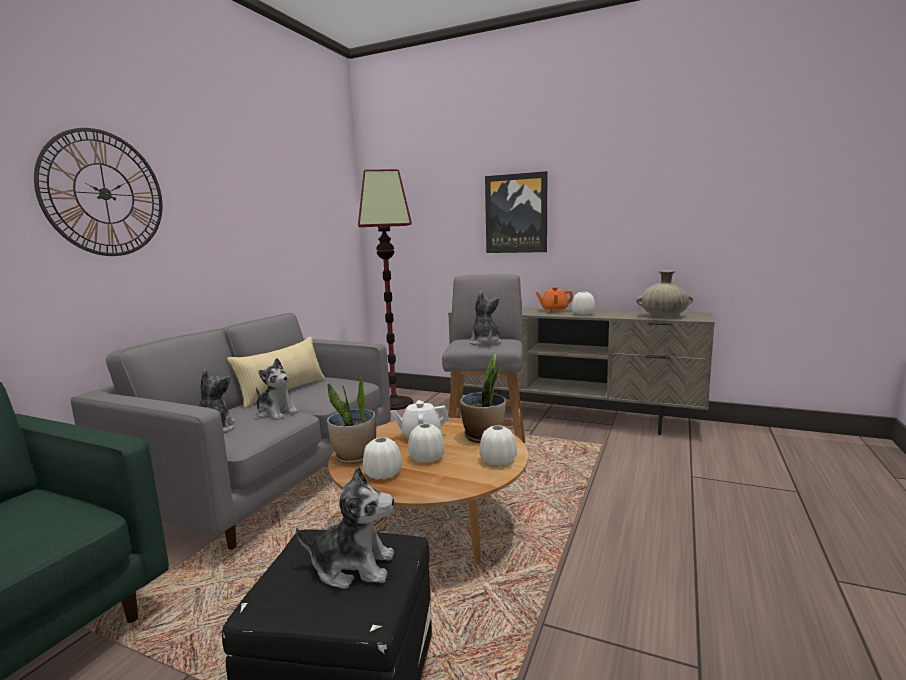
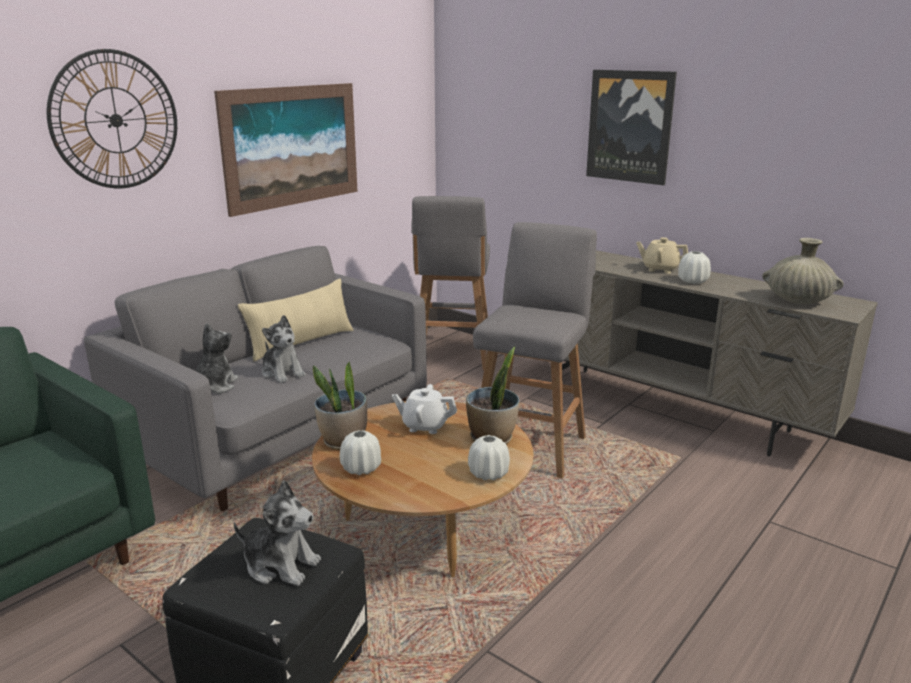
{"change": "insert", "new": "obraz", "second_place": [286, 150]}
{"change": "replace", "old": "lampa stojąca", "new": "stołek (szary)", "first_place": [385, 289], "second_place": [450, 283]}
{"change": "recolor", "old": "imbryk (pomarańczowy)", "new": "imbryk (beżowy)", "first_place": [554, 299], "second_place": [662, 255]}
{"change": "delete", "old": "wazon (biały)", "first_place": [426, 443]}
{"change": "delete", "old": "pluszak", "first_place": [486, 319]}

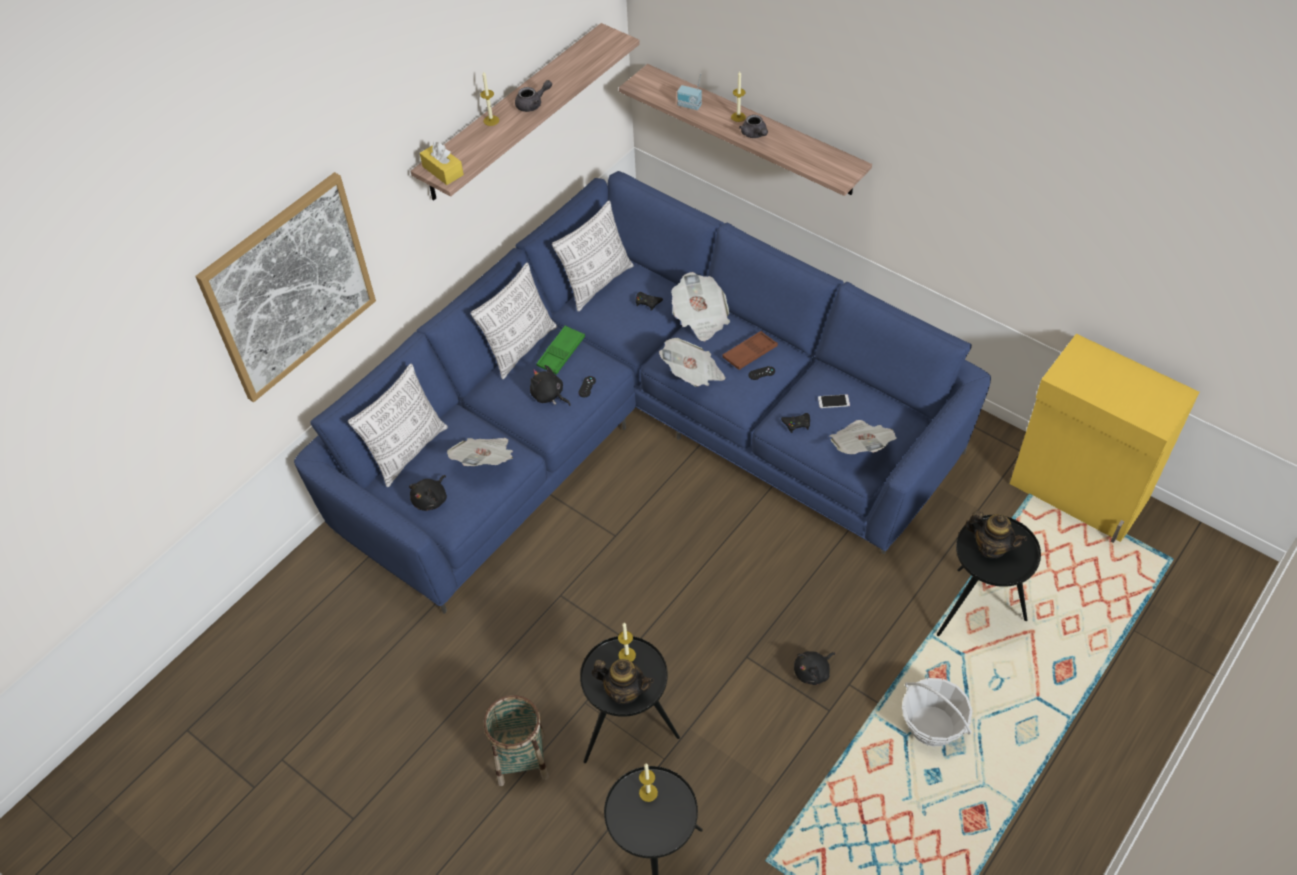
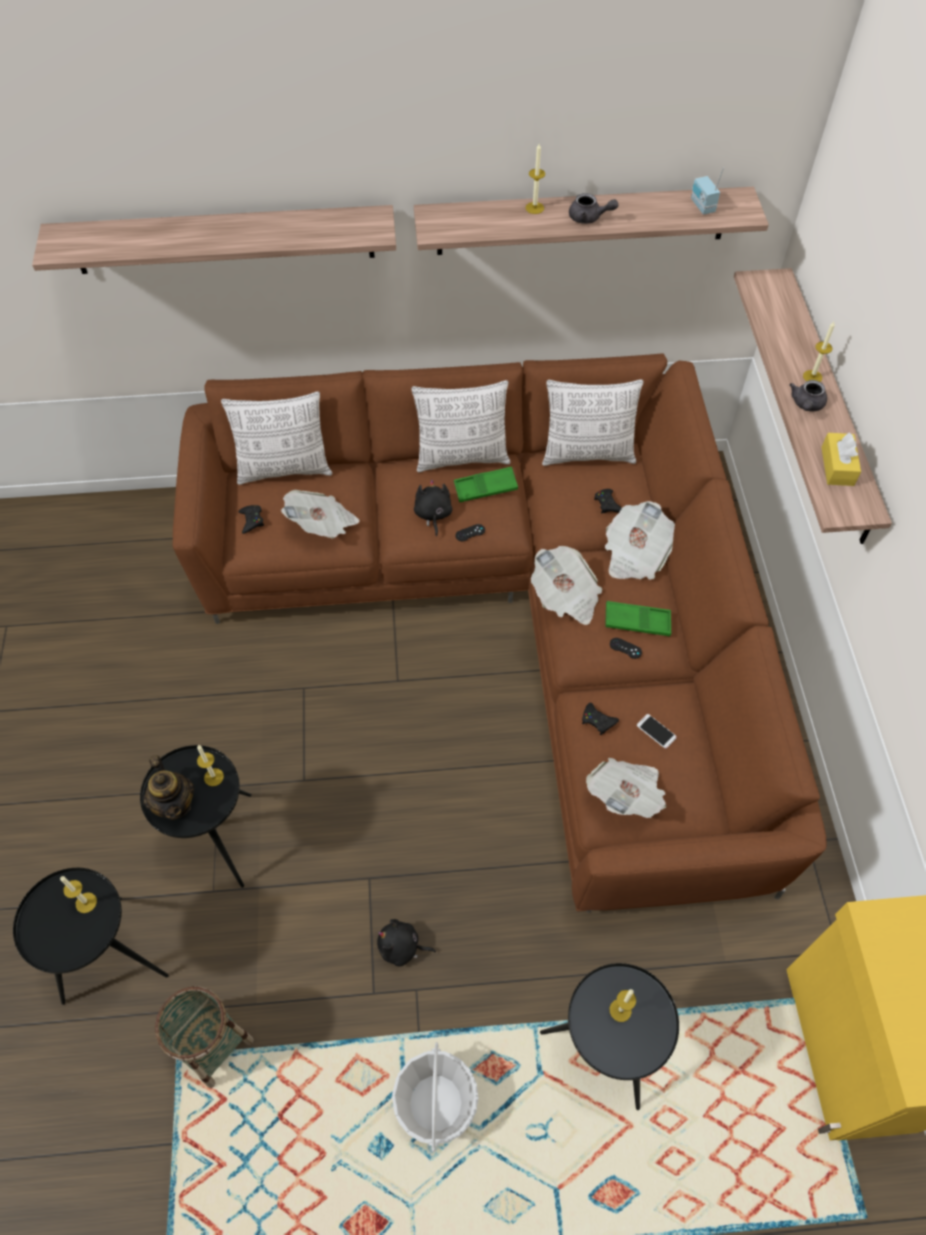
{"change": "replace", "old": "obraz", "new": "półka", "first_place": [285, 287], "second_place": [214, 239]}
{"change": "move", "old": "koszyk", "first_place": [516, 740], "second_place": [204, 1037]}
{"change": "recolor", "old": "kanapa (niebieski)", "new": "kanapa (brązowy)", "first_place": [642, 392], "second_place": [500, 633]}
{"change": "replace", "old": "pluszak (czarny)", "new": "pad do gier (czarny)", "first_place": [428, 493], "second_place": [251, 519]}
{"change": "recolor", "old": "taca (brązowy)", "new": "taca (zielony)", "first_place": [750, 350], "second_place": [638, 618]}
{"change": "replace", "old": "imbryk", "new": "świeca", "first_place": [996, 535], "second_place": [623, 1005]}
{"change": "move", "old": "radio", "first_place": [689, 91], "second_place": [707, 191]}
{"change": "move", "old": "pudełko chusteczek (żółty)", "first_place": [442, 163], "second_place": [841, 459]}

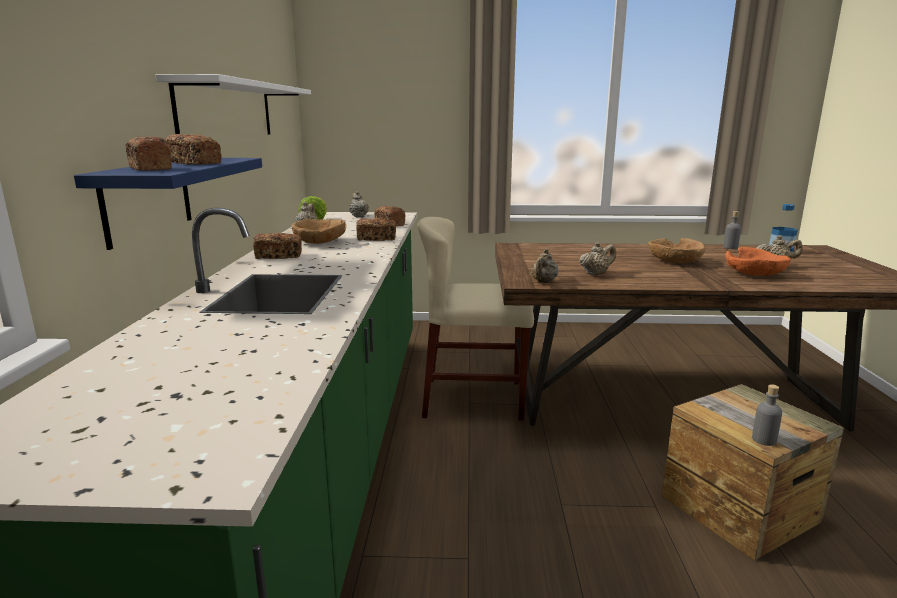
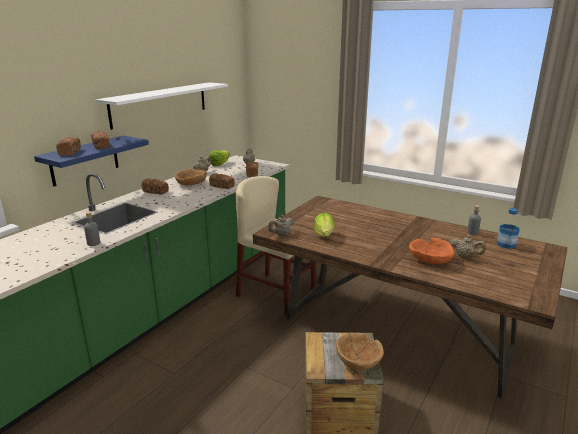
{"change": "move", "old": "butelka (szary)", "first_place": [767, 415], "second_place": [92, 229]}
{"change": "replace", "old": "imbryk (beżowy)", "new": "sałata", "first_place": [597, 258], "second_place": [324, 224]}
{"change": "move", "old": "miska (brązowy)", "first_place": [677, 250], "second_place": [360, 351]}

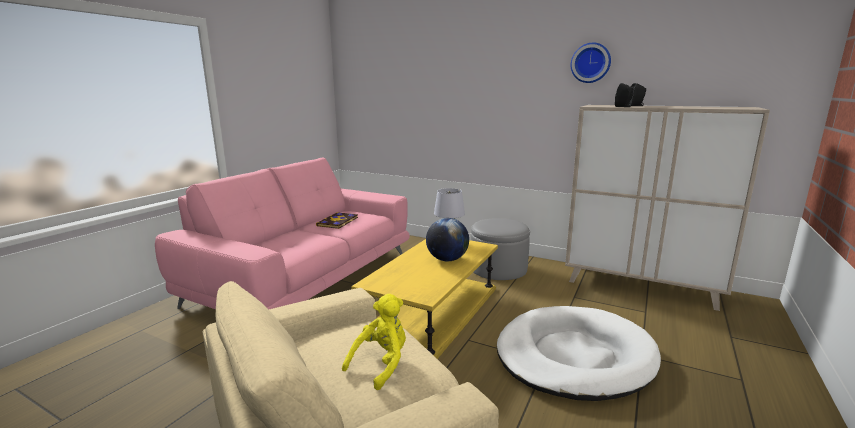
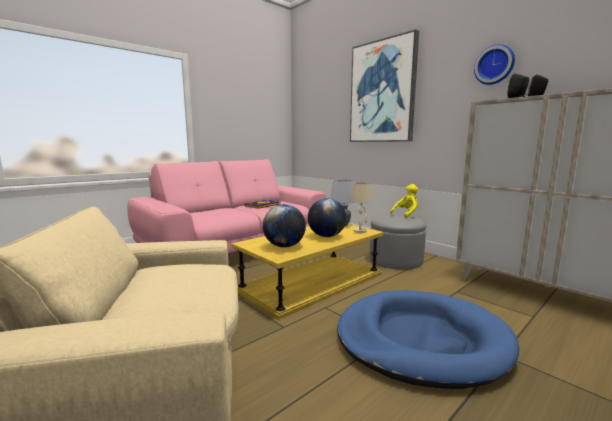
{"change": "insert", "new": "globus", "second_place": [284, 226]}
{"change": "recolor", "old": "legowisko (biały)", "new": "legowisko (niebieski)", "first_place": [579, 353], "second_place": [428, 339]}
{"change": "insert", "new": "obraz", "second_place": [384, 85]}
{"change": "insert", "new": "lampa stołowa (beżowy)", "second_place": [361, 207]}
{"change": "move", "old": "pluszak (żółty)", "first_place": [374, 342], "second_place": [404, 201]}

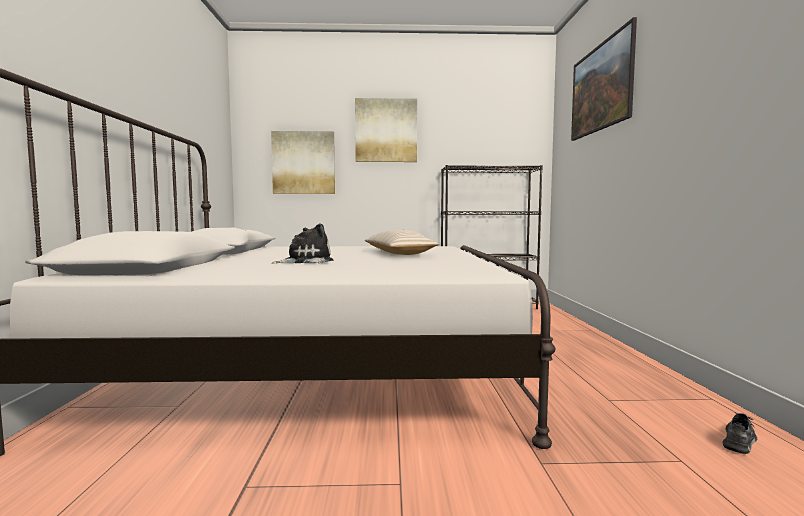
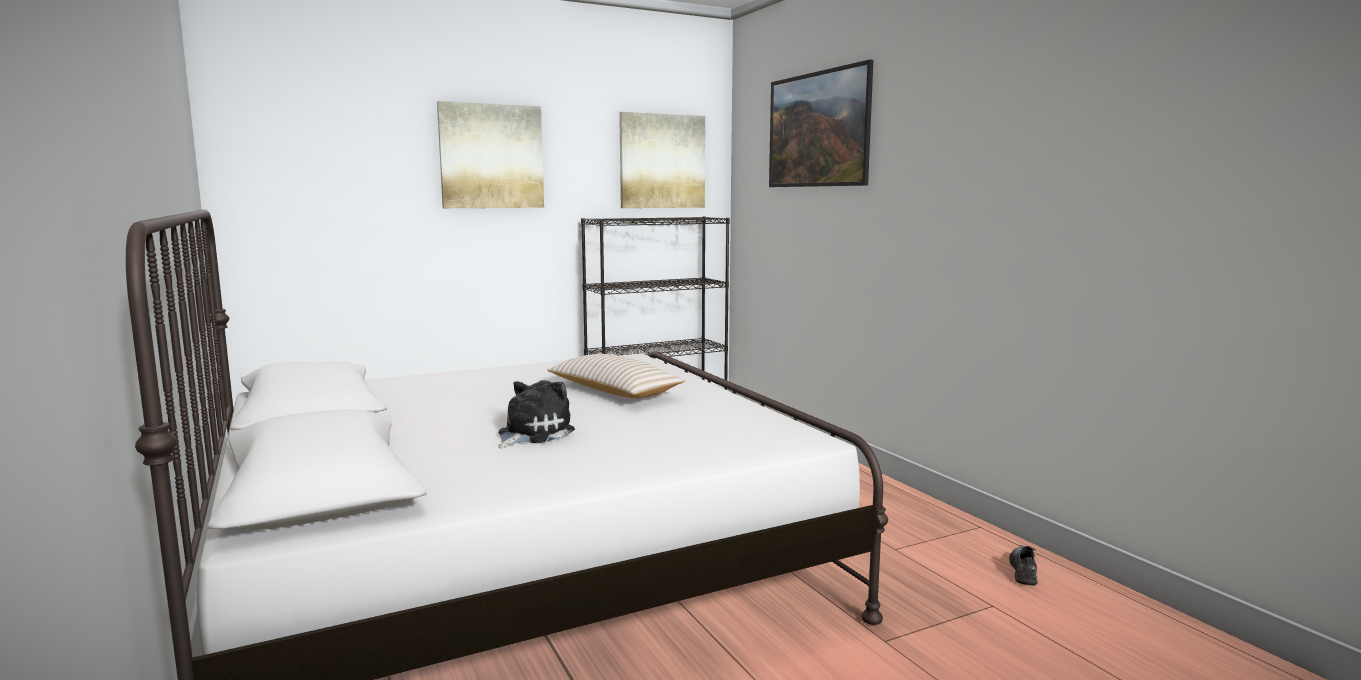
{"change": "move", "old": "obraz", "first_place": [303, 162], "second_place": [662, 160]}

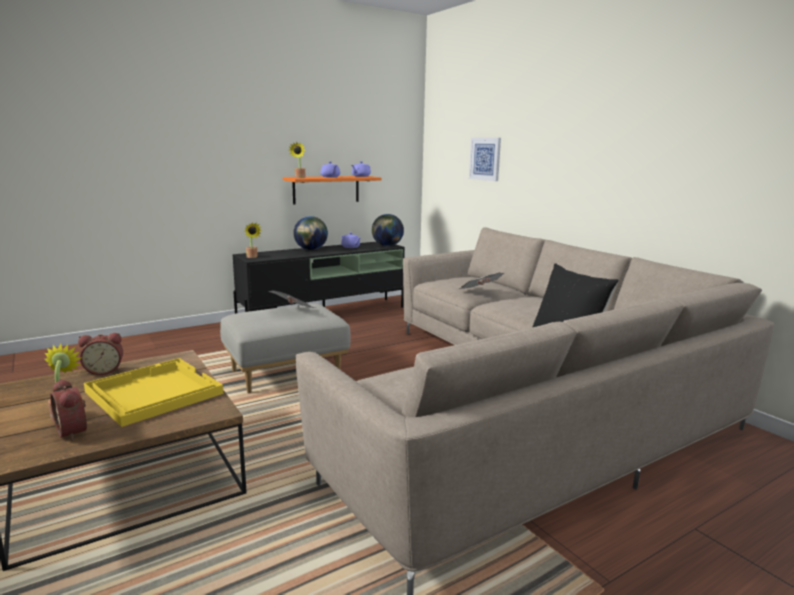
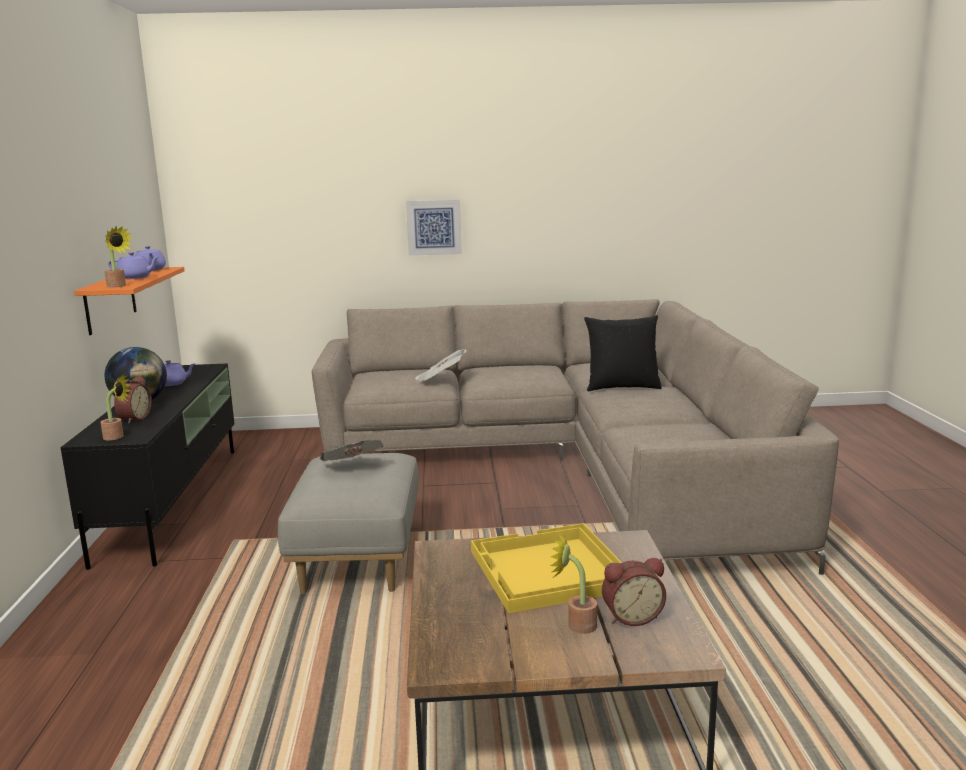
{"change": "move", "old": "budzik", "first_place": [100, 354], "second_place": [133, 400]}
{"change": "move", "old": "obraz", "first_place": [485, 159], "second_place": [434, 228]}
{"change": "delete", "old": "globus", "first_place": [388, 230]}

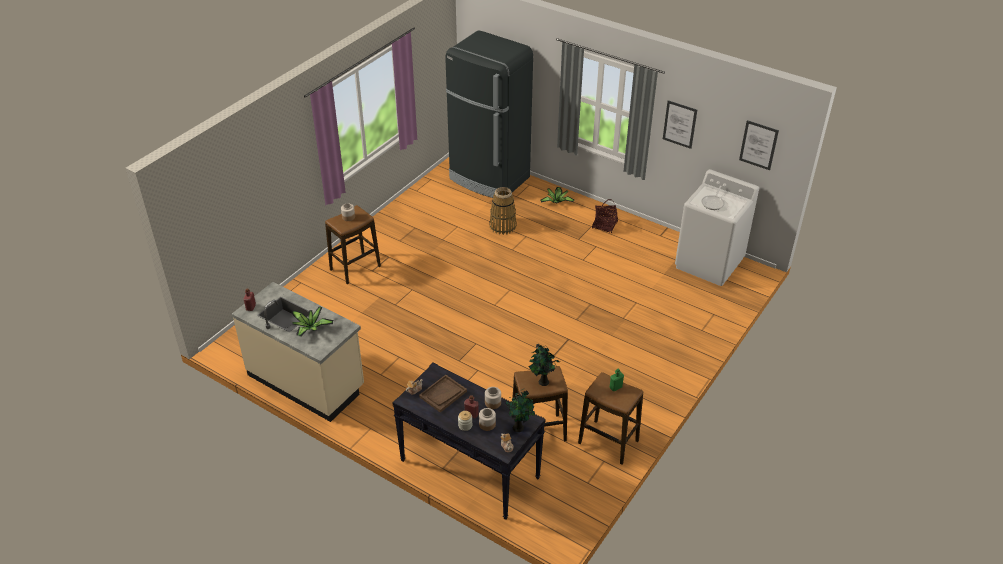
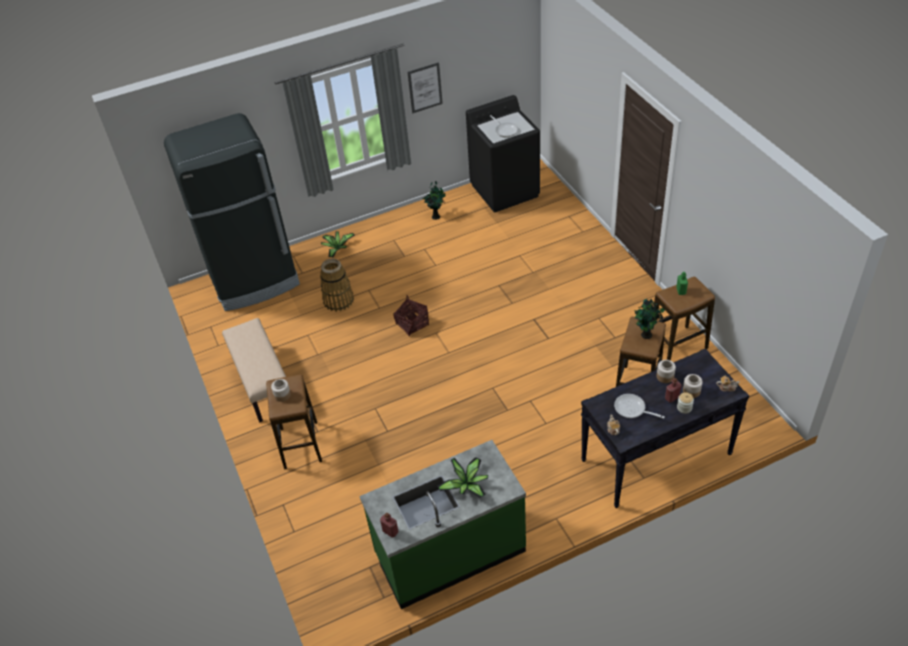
{"change": "insert", "new": "ławka (beżowy)", "second_place": [254, 370]}
{"change": "recolor", "old": "zabudowa kuchenna (beżowy)", "new": "zabudowa kuchenna (zielony)", "first_place": [298, 352], "second_place": [442, 524]}
{"change": "move", "old": "koszyk", "first_place": [605, 216], "second_place": [411, 316]}
{"change": "move", "old": "roślina doniczkowa", "first_place": [520, 410], "second_place": [434, 201]}
{"change": "recolor", "old": "pralka (biały)", "new": "pralka (czarny)", "first_place": [717, 227], "second_place": [503, 153]}
{"change": "replace", "old": "taca (brązowy)", "new": "patelnia", "first_place": [443, 394], "second_place": [639, 406]}
{"change": "delete", "old": "obraz", "first_place": [759, 145]}

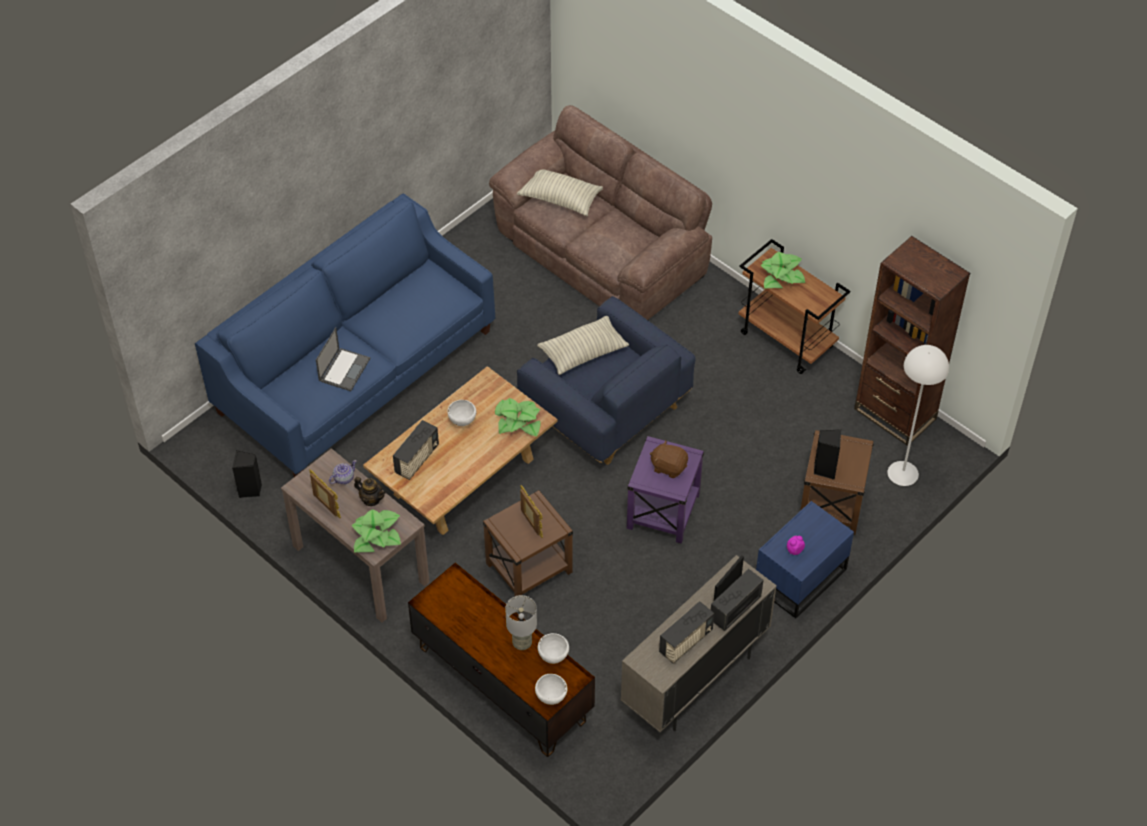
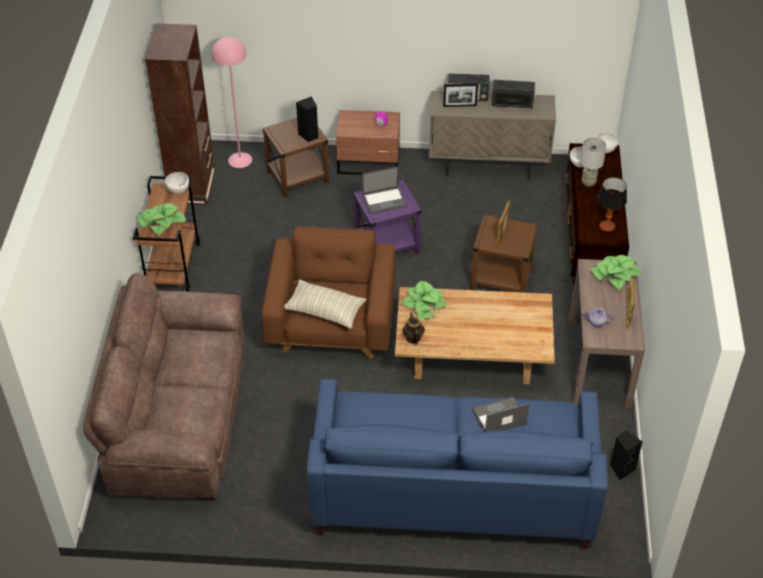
{"change": "move", "old": "miska (biały)", "first_place": [461, 413], "second_place": [177, 183]}
{"change": "recolor", "old": "lampa stojąca (biały)", "new": "lampa stojąca (różowy)", "first_place": [918, 415], "second_place": [231, 102]}
{"change": "recolor", "old": "fotel (niebieski)", "new": "fotel (brązowy)", "first_place": [606, 380], "second_place": [328, 292]}
{"change": "recolor", "old": "szafka nocna (niebieski)", "new": "szafka nocna (brązowy)", "first_place": [805, 560], "second_place": [368, 142]}
{"change": "replace", "old": "pluszak (brązowy)", "new": "laptop", "first_place": [669, 459], "second_place": [384, 190]}
{"change": "move", "old": "imbryk", "first_place": [370, 491], "second_place": [414, 328]}
{"change": "insert", "new": "lampa stołowa", "second_place": [612, 204]}
{"change": "delete", "old": "radio", "first_place": [416, 450]}
{"change": "delete", "old": "poduszka", "first_place": [560, 192]}

